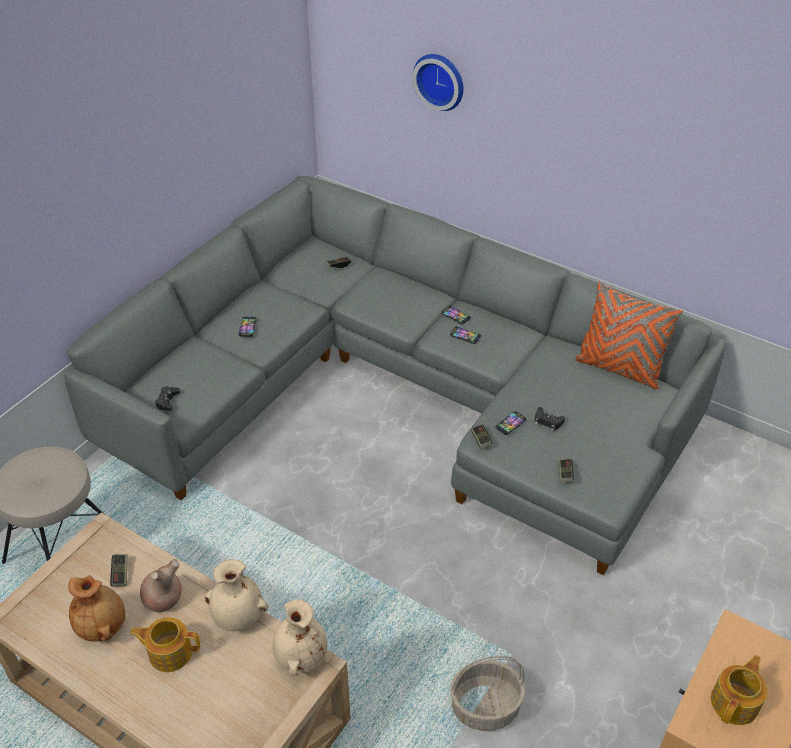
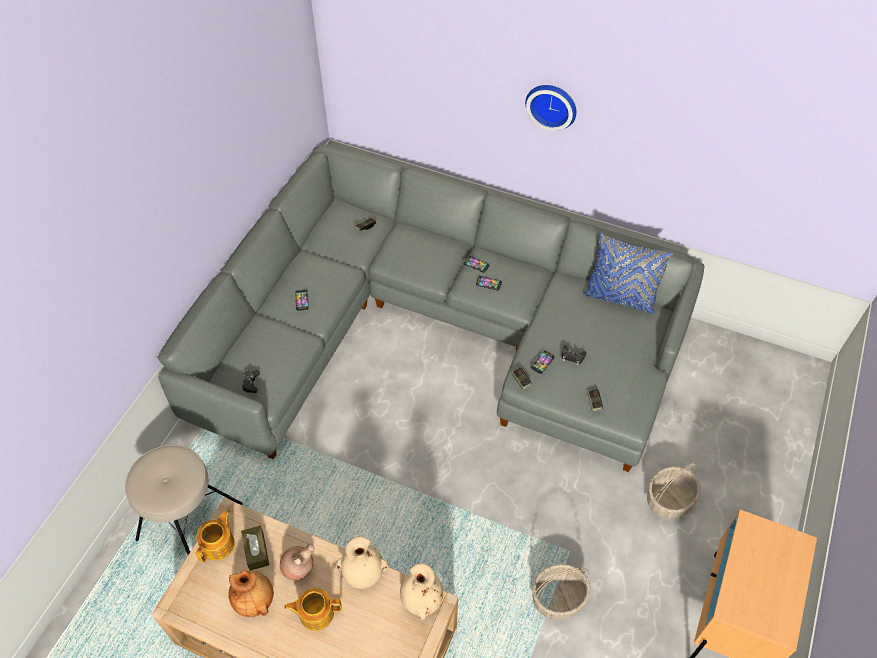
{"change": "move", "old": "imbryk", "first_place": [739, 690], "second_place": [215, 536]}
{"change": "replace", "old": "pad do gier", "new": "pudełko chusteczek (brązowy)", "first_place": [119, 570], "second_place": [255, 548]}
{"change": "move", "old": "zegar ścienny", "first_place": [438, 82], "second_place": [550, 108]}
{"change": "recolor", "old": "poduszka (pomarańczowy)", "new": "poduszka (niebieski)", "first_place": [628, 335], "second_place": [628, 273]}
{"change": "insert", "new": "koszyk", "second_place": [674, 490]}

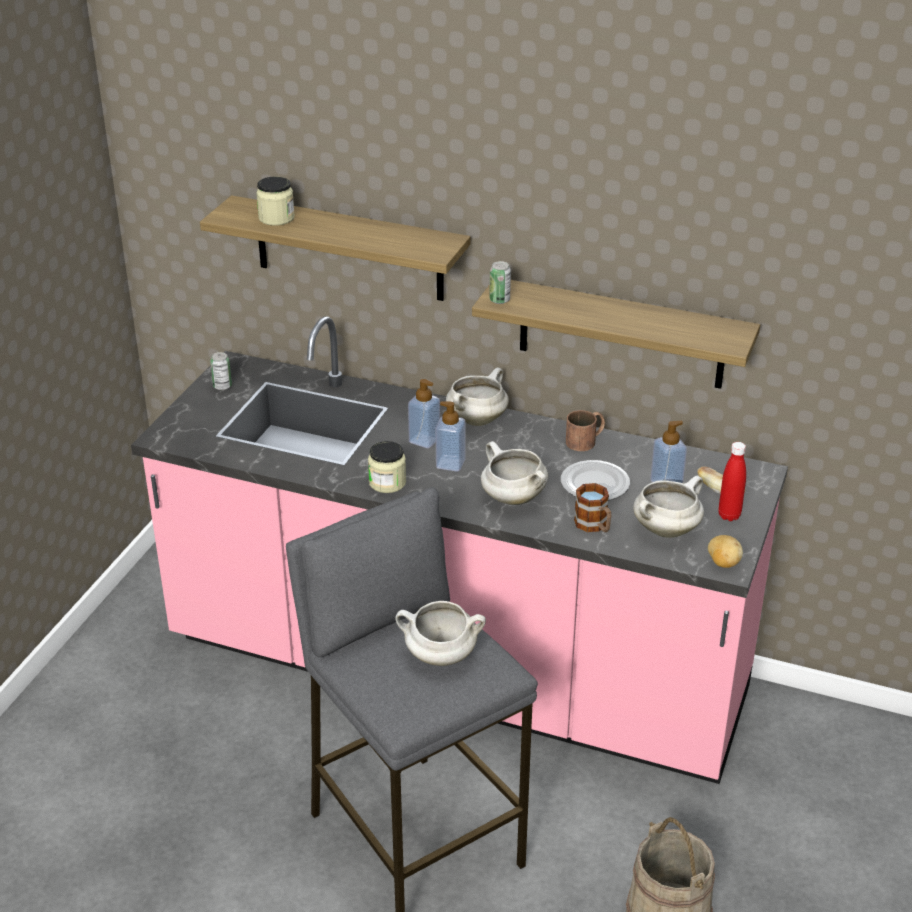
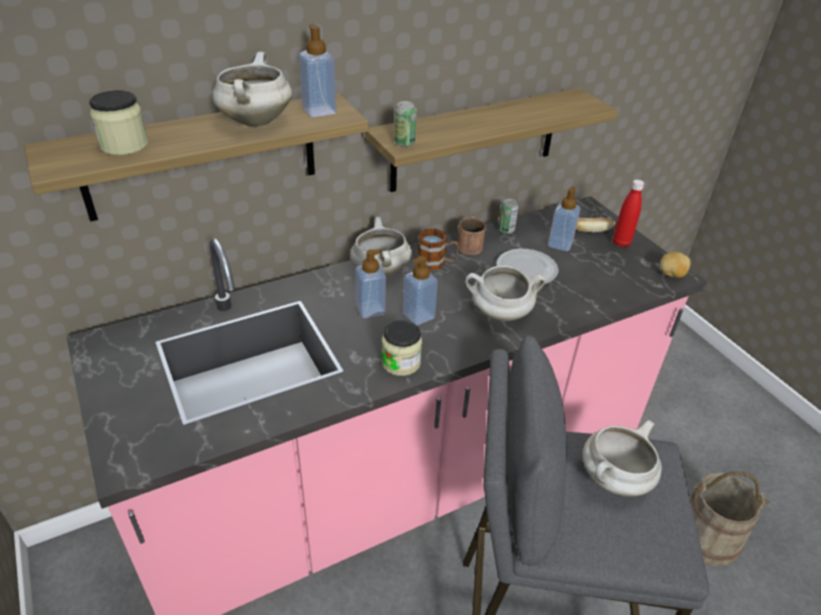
{"change": "move", "old": "garnek (biały)", "first_place": [668, 507], "second_place": [252, 89]}
{"change": "insert", "new": "dozownik mydła", "second_place": [317, 70]}
{"change": "move", "old": "kubek", "first_place": [592, 507], "second_place": [438, 249]}
{"change": "move", "old": "puszka", "first_place": [221, 371], "second_place": [508, 216]}

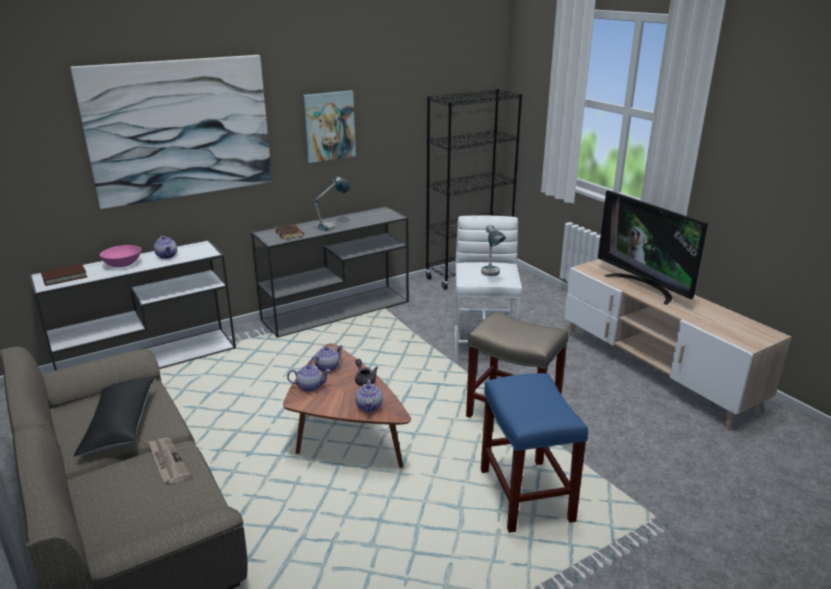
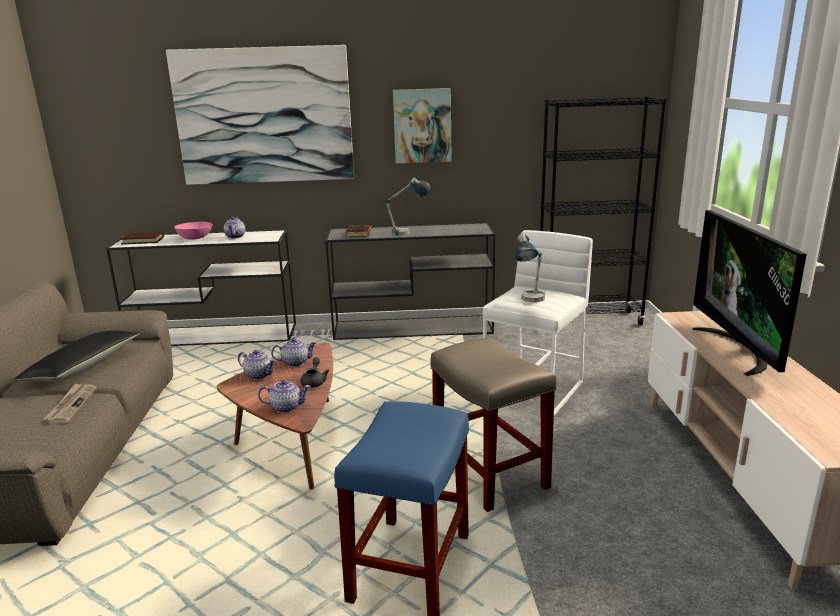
{"change": "rotate", "old": "imbryk", "first_place": [369, 395], "second_place": [284, 396], "degrees": -120}

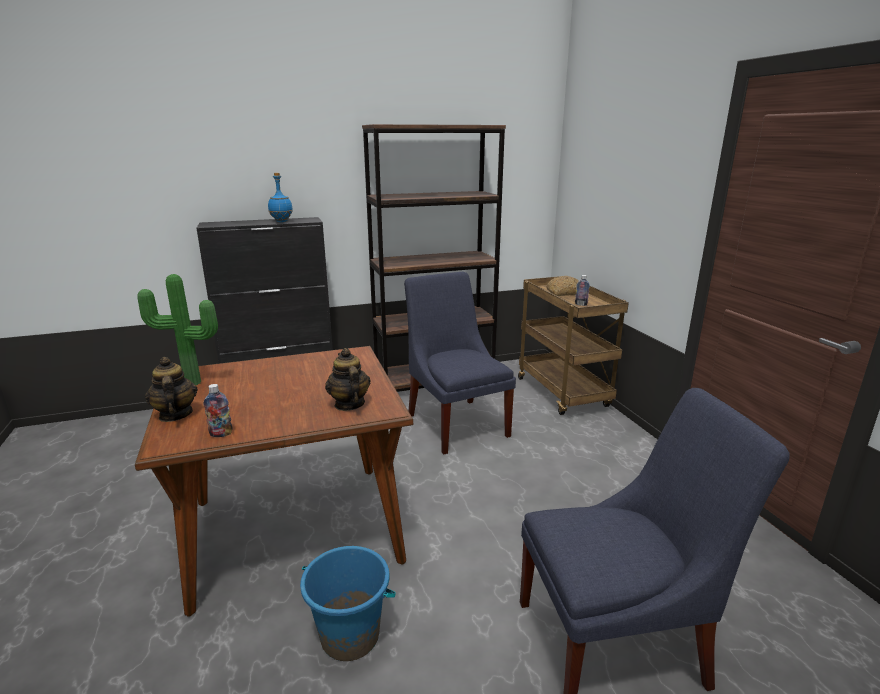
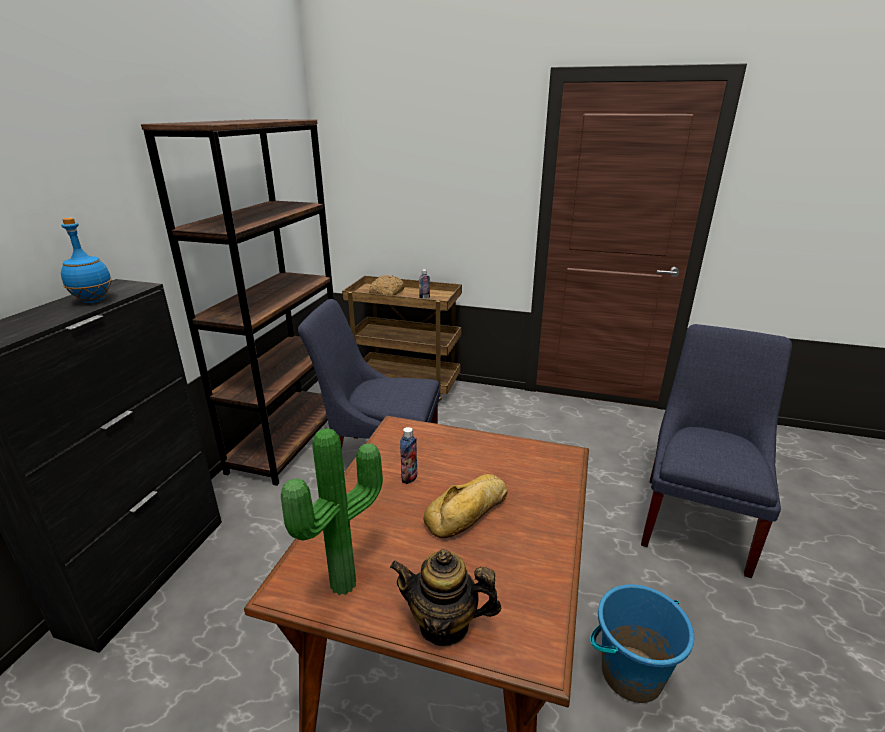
{"change": "move", "old": "butelka", "first_place": [218, 410], "second_place": [408, 455]}
{"change": "insert", "new": "chleb", "second_place": [466, 506]}
{"change": "delete", "old": "imbryk", "first_place": [348, 379]}

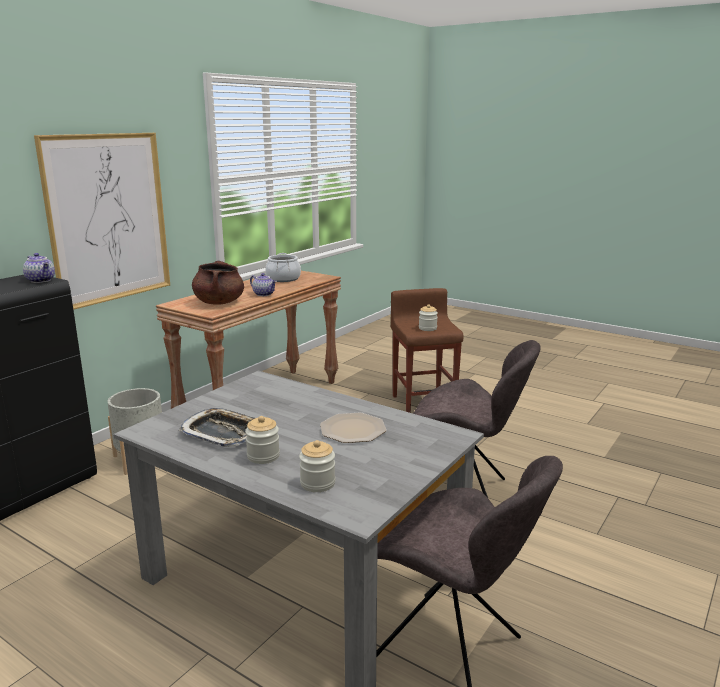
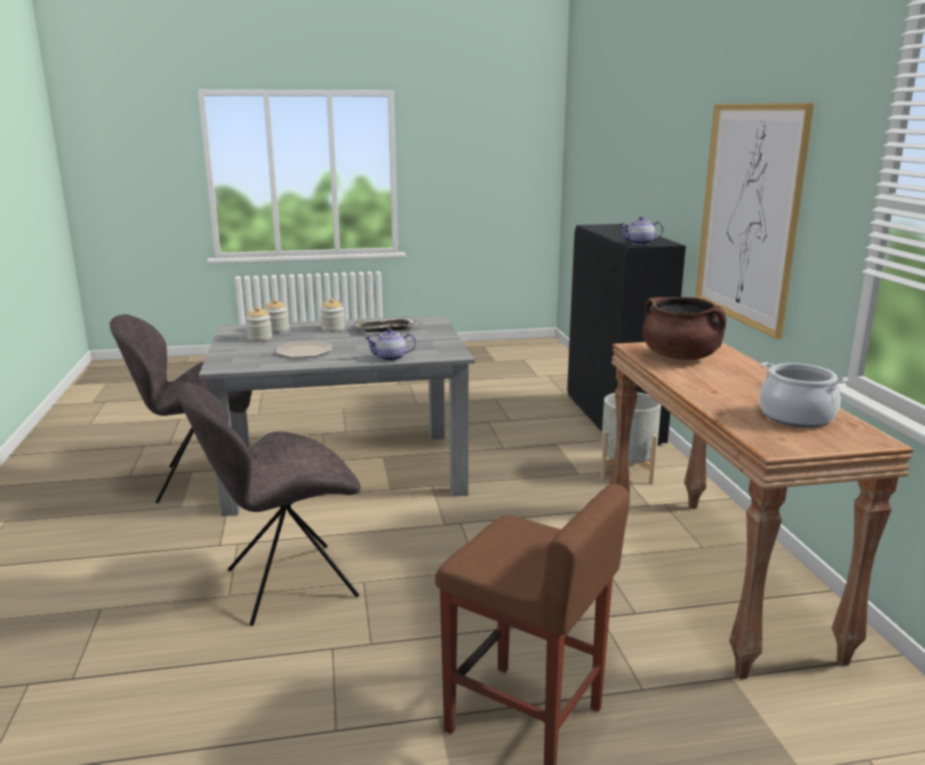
{"change": "move", "old": "słoik", "first_place": [428, 317], "second_place": [259, 324]}
{"change": "move", "old": "imbryk", "first_place": [263, 284], "second_place": [390, 344]}

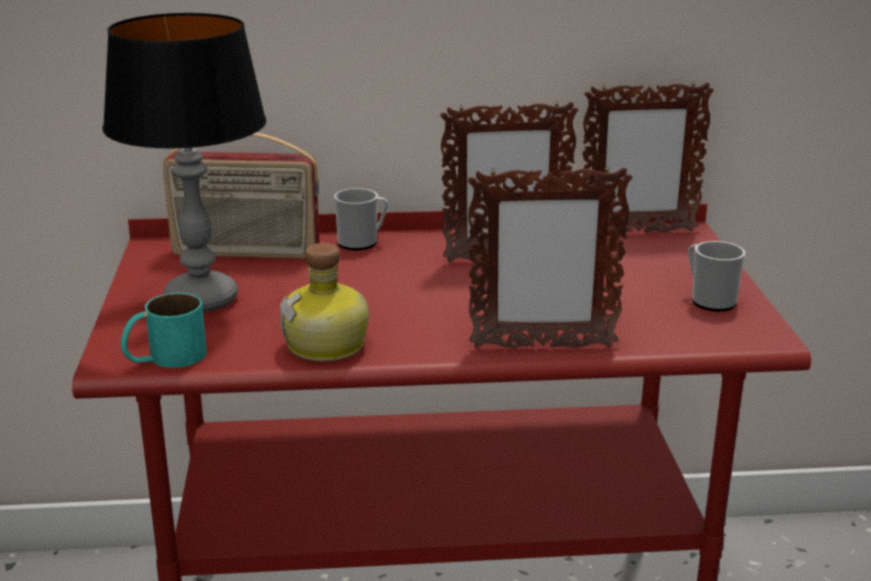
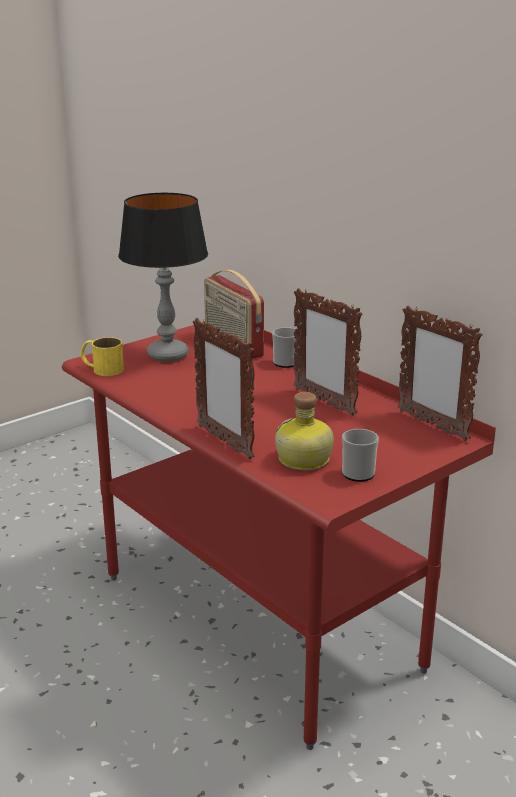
{"change": "recolor", "old": "kubek (turkusowy)", "new": "kubek (żółty)", "first_place": [164, 330], "second_place": [102, 356]}
{"change": "move", "old": "butelka", "first_place": [324, 302], "second_place": [304, 431]}

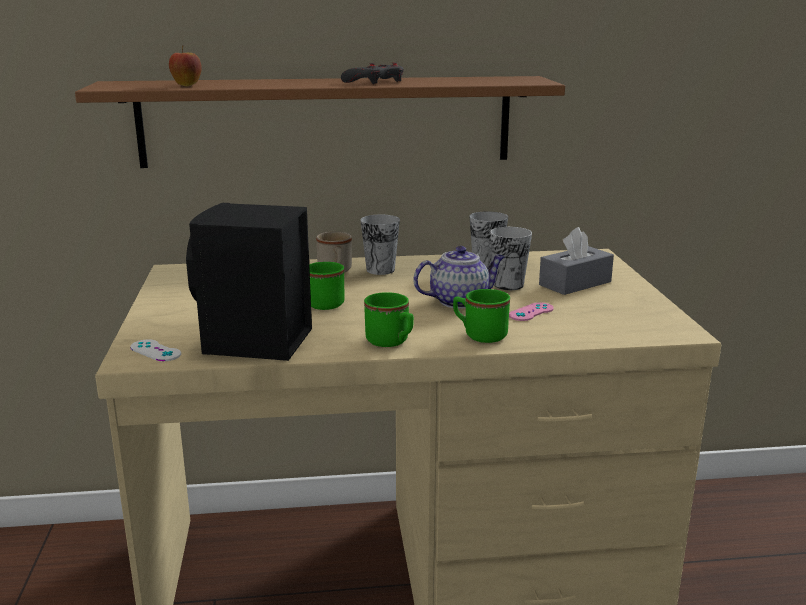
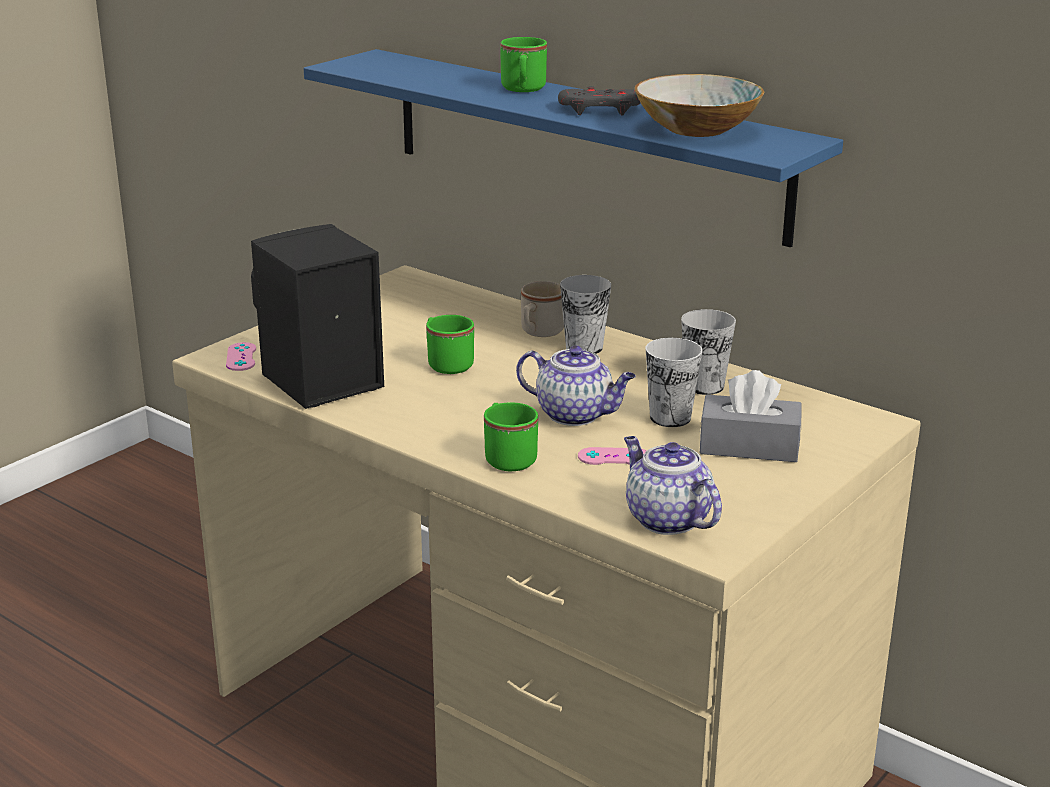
{"change": "recolor", "old": "pad do gier (biały)", "new": "pad do gier (różowy)", "first_place": [155, 350], "second_place": [241, 356]}
{"change": "recolor", "old": "półka (brązowy)", "new": "półka (niebieski)", "first_place": [320, 122], "second_place": [573, 148]}
{"change": "move", "old": "kubek (zielony)", "first_place": [389, 319], "second_place": [524, 64]}
{"change": "insert", "new": "imbryk", "second_place": [673, 485]}
{"change": "insert", "new": "miska", "second_place": [699, 105]}
{"change": "delete", "old": "jabłko", "first_place": [185, 66]}

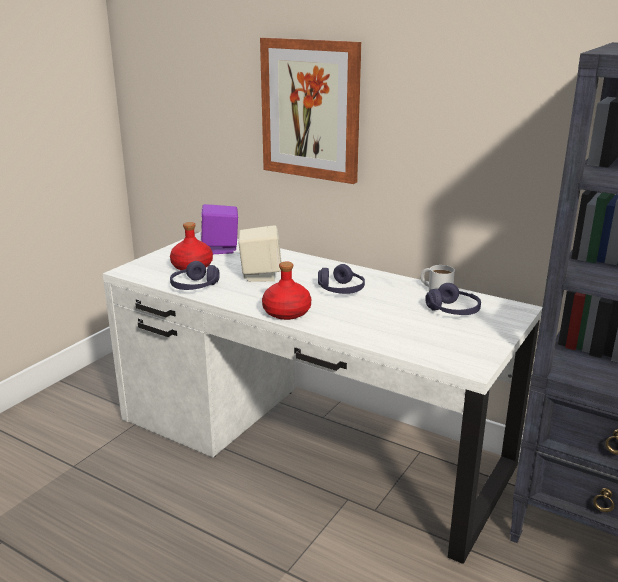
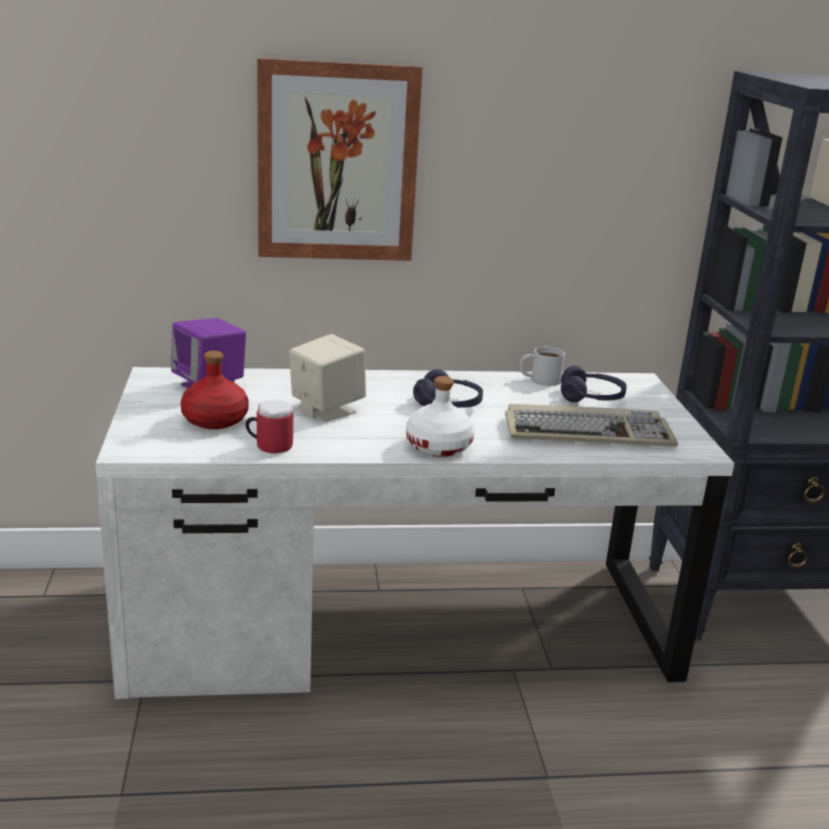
{"change": "replace", "old": "słuchawki (fioletowy)", "new": "kubek", "first_place": [195, 275], "second_place": [270, 426]}
{"change": "recolor", "old": "butelka (czerwony)", "new": "butelka (biały)", "first_place": [286, 290], "second_place": [440, 416]}
{"change": "insert", "new": "klawiatura", "second_place": [591, 425]}

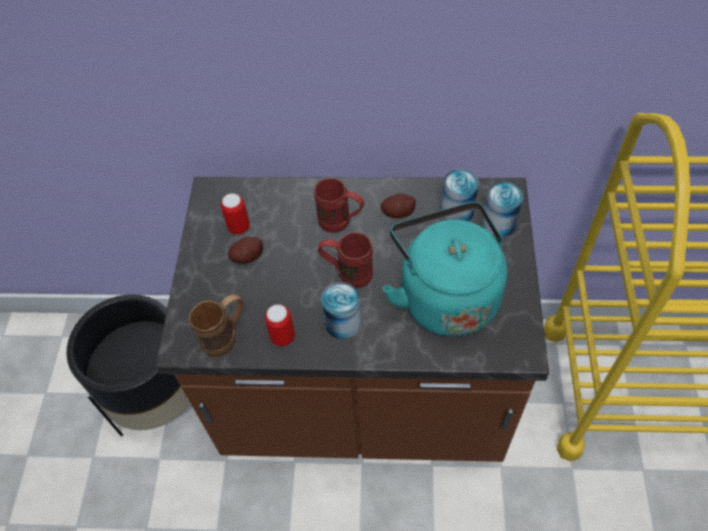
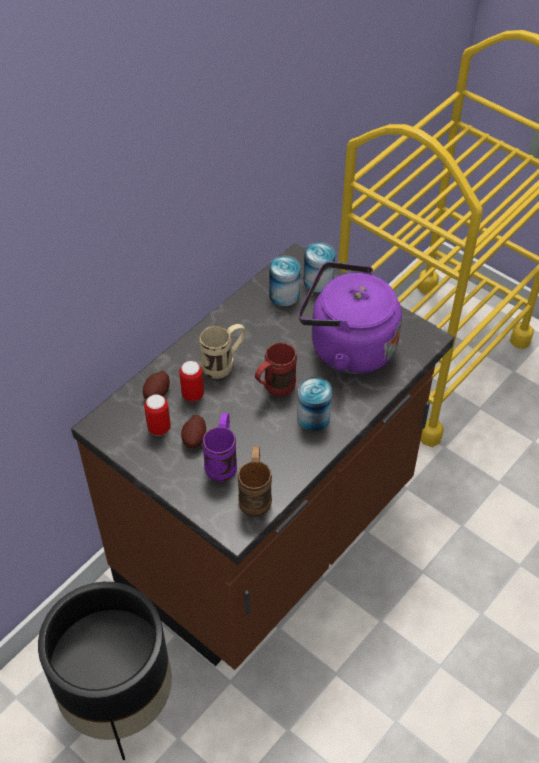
{"change": "move", "old": "ziemniak", "first_place": [398, 205], "second_place": [156, 385]}
{"change": "move", "old": "puszka", "first_place": [280, 325], "second_place": [191, 381]}
{"change": "recolor", "old": "kubek (czerwony)", "new": "kubek (beżowy)", "first_place": [339, 205], "second_place": [222, 351]}
{"change": "insert", "new": "kubek (fioletowy)", "second_place": [219, 447]}
{"change": "recolor", "old": "czajnik (turkusowy)", "new": "czajnik (fioletowy)", "first_place": [445, 269], "second_place": [350, 318]}

